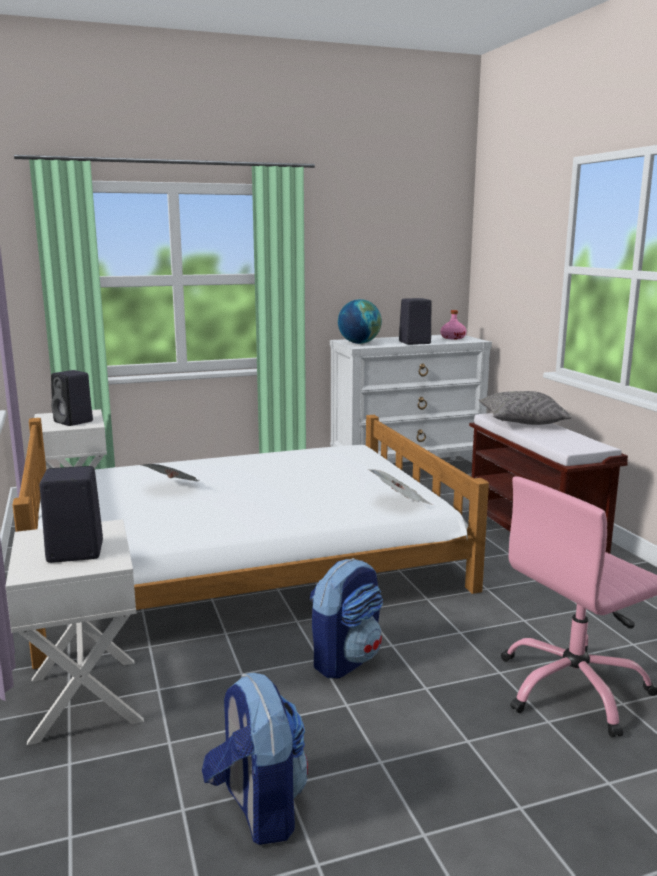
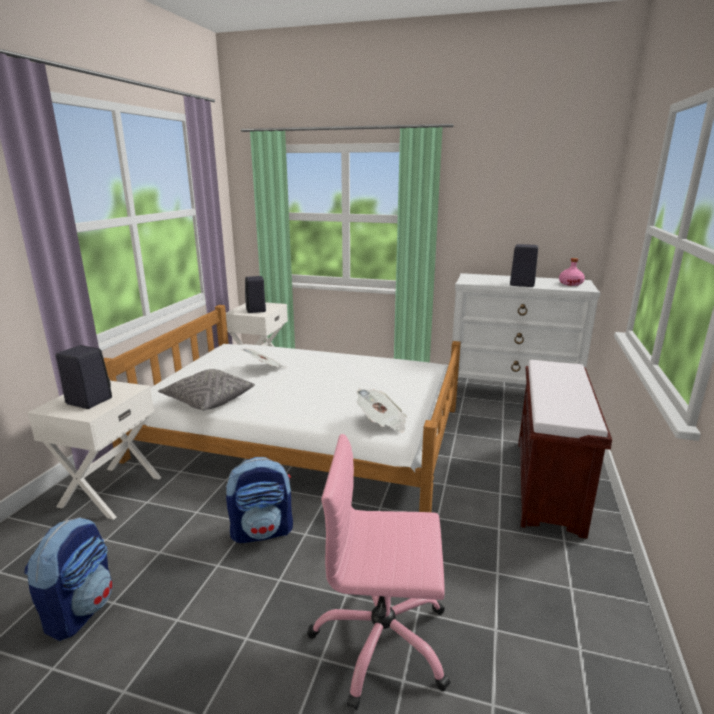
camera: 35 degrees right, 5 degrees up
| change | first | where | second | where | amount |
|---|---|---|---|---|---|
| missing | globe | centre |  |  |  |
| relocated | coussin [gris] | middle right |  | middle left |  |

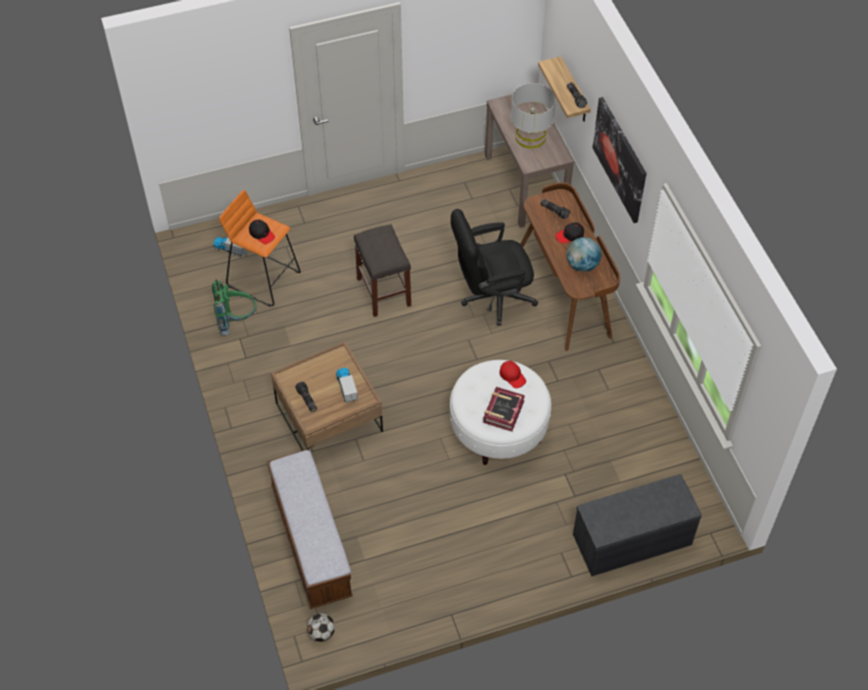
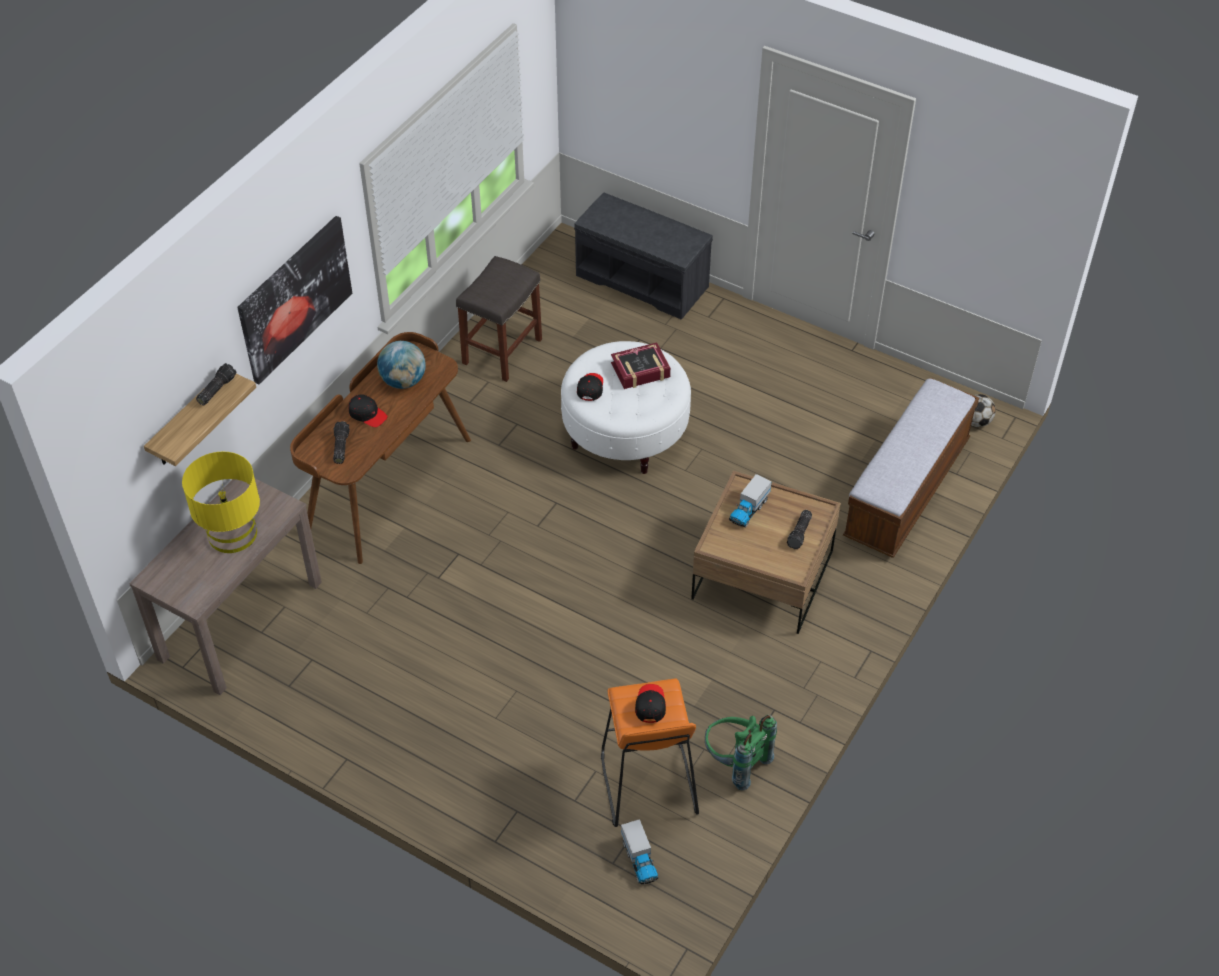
camera: 130 degrees left, 5 degrees down
| change | first | where | second | where | amount |
|---|---|---|---|---|---|
| colour | lampe de table [gris] | top centre | lampe de table [jaune] | middle left |  |
| missing | chaise de bureau [noir] | centre |  |  |  |
| relocated | tabouret [gris] | centre |  | top centre |  |
| colour | casquette [rouge] | centre | casquette [noir] (no. 2 from left) | centre |  |

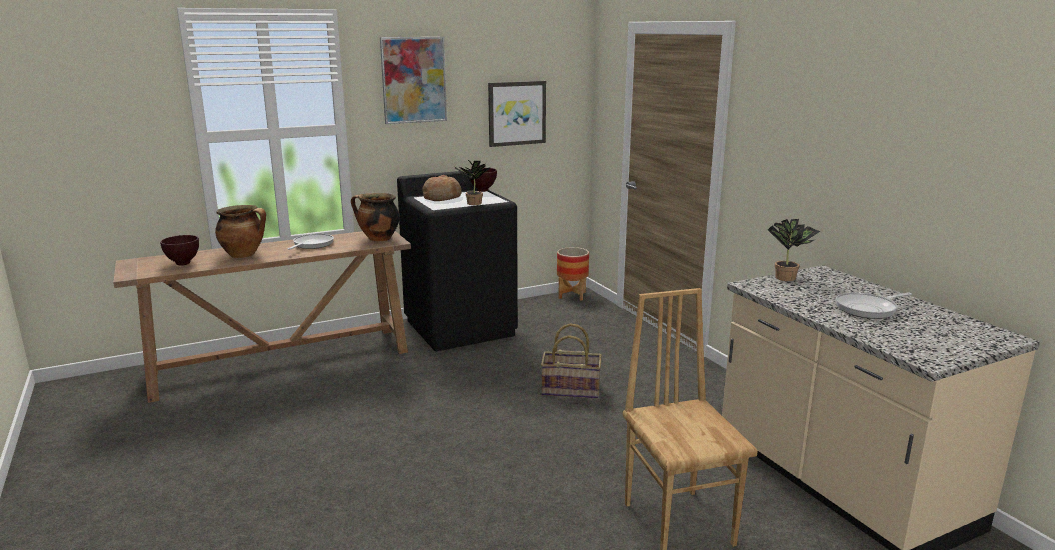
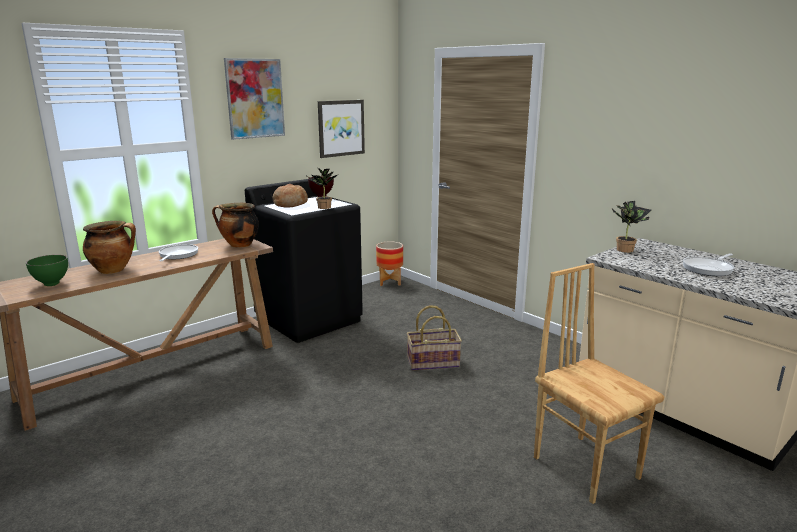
camera: 15 degrees left, 0 degrees up
| change | first | where | second | where | amount |
|---|---|---|---|---|---|
| colour | bol [marron] (no. 1 from left) | middle left | bol [vert] | middle left |  |

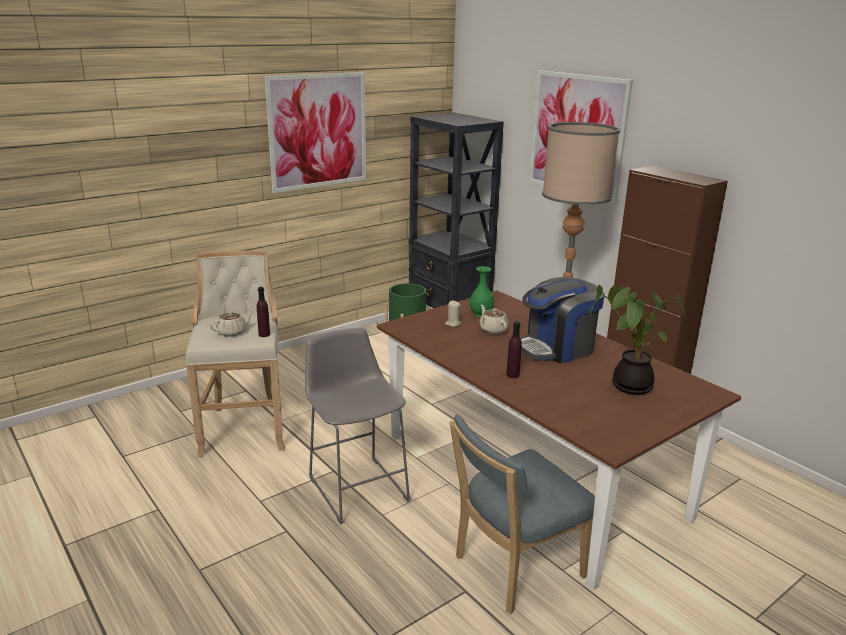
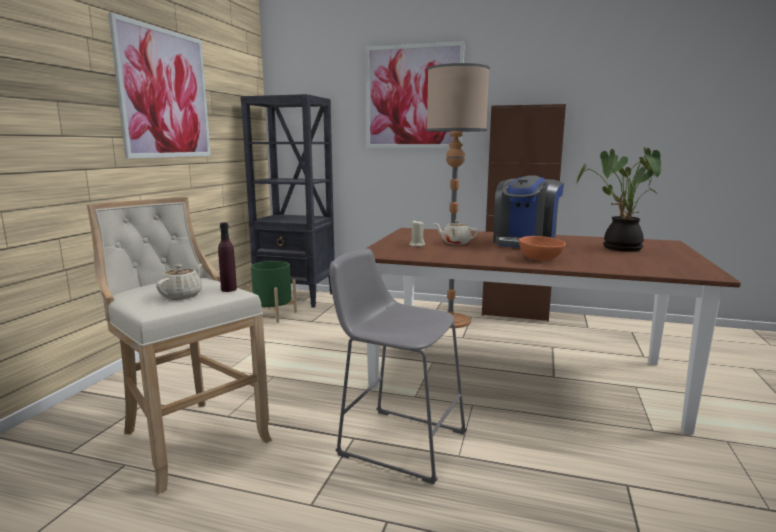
camera: 35 degrees left, 10 degrees down
| change | first | where | second | where | amount |
|---|---|---|---|---|---|
| missing | vase [vert] | centre |  |  |  |
| exchanged | bouteille [violet] (no. 2 from left) | centre | bol [orange] | middle right |  |
| missing | chaise [bleu] | bottom centre |  |  |  |

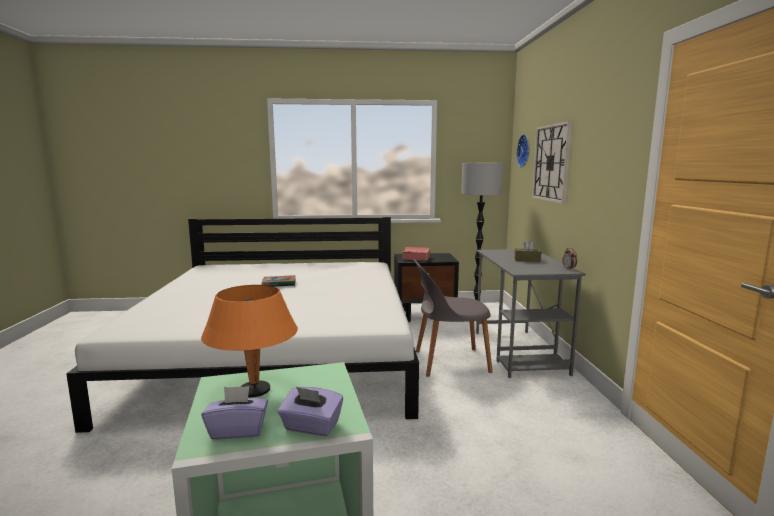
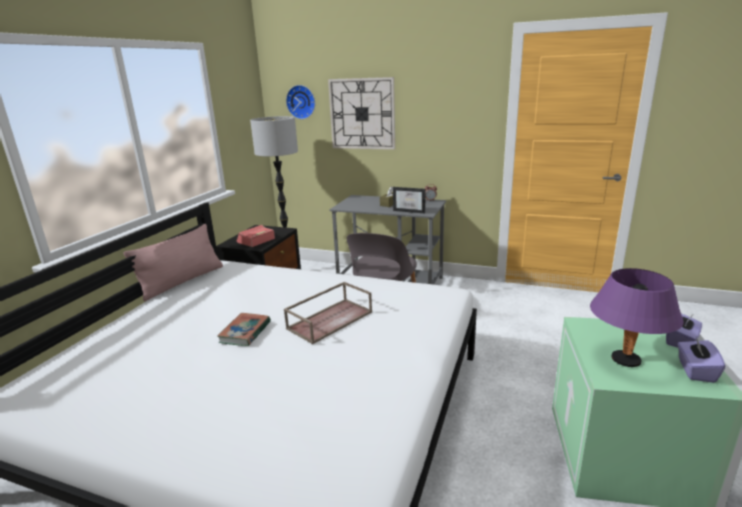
camera: 65 degrees left, 10 degrees up
| change | first | where | second | where | amount |
|---|---|---|---|---|---|
| colour | lampe de table [orange] | middle left | lampe de table [violet] | middle right |  |
| appeared |  |  | cadre photo | centre |  |
| appeared |  |  | coussin [rose] | middle left |  |
| appeared |  |  | plateau [marron] | centre |  |

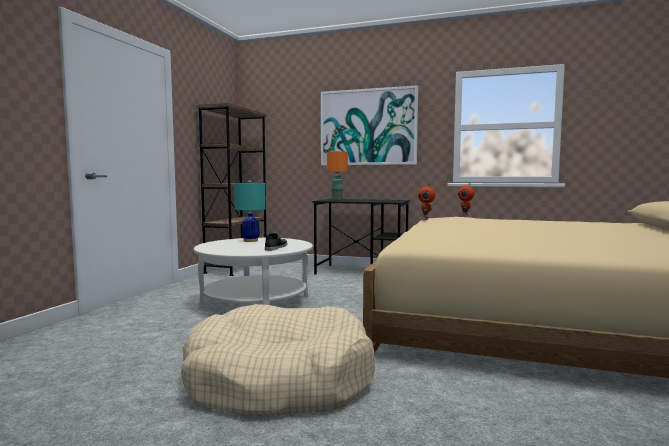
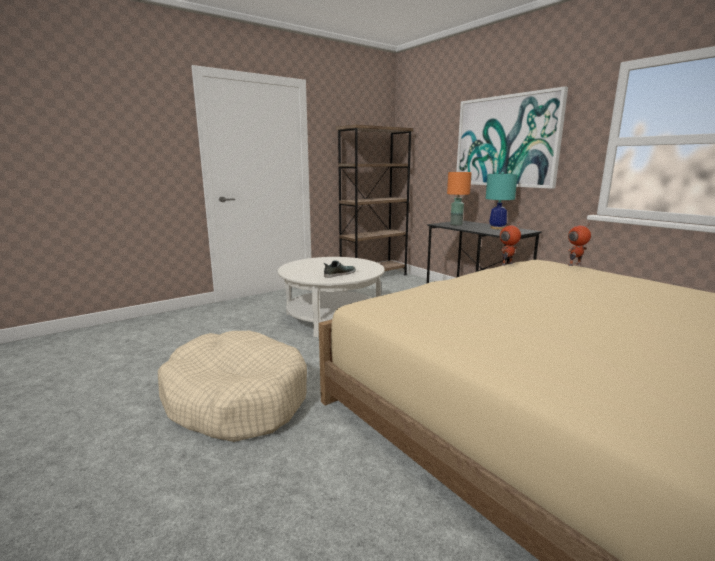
camera: 35 degrees right, 10 degrees up
| change | first | where | second | where | amount |
|---|---|---|---|---|---|
| relocated | lampe de table [turquoise] | centre |  | middle right |  |

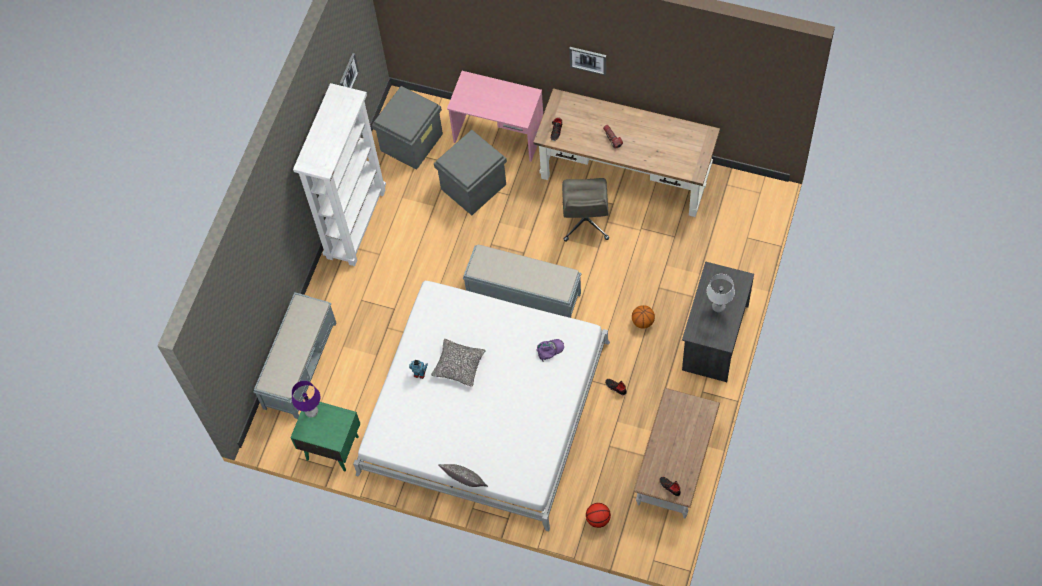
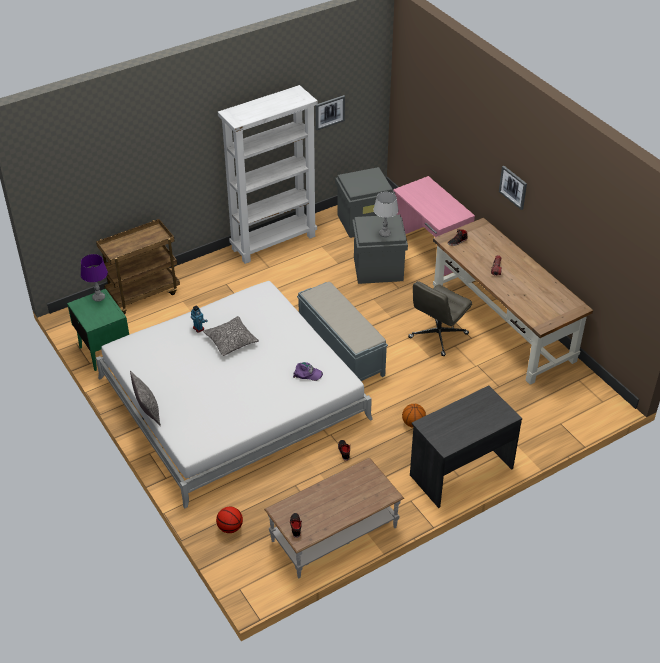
camera: 35 degrees right, 20 degrees down
| change | first | where | second | where | amount |
|---|---|---|---|---|---|
| relocated | lampe de table [gris] | middle right |  | top centre |  |
| exchanged | banc [gris] (no. 1 from left) | middle left | chariot [marron] | middle left |  |

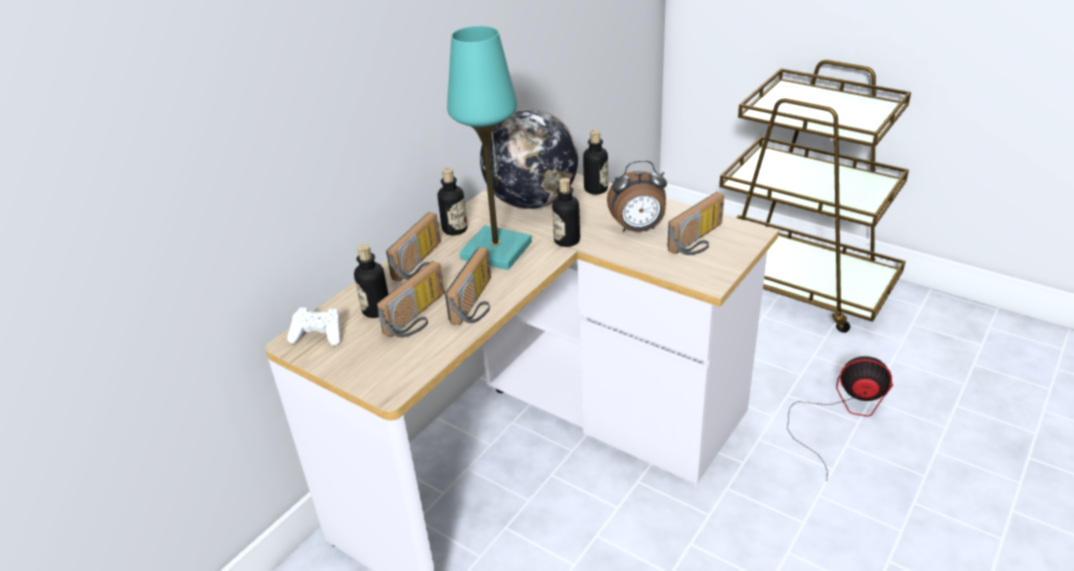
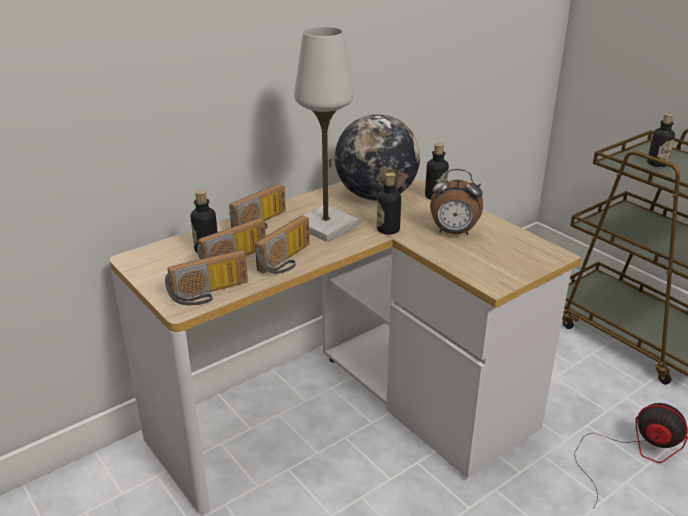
camera: 15 degrees right, 5 degrees down
| change | first | where | second | where | amount |
|---|---|---|---|---|---|
| colour | lampe de table [turquoise] | top centre | lampe de table [blanc] | top centre |  |
| relocated | bouteille (no. 2 from left in the first image) | centre | bouteille (no. 4 from left) | top right |  |
| relocated | radio (no. 4 from left in the first image) | centre | radio (no. 1 from left) | middle left |  |
| missing | manette [blanc] | middle left |  |  |  |

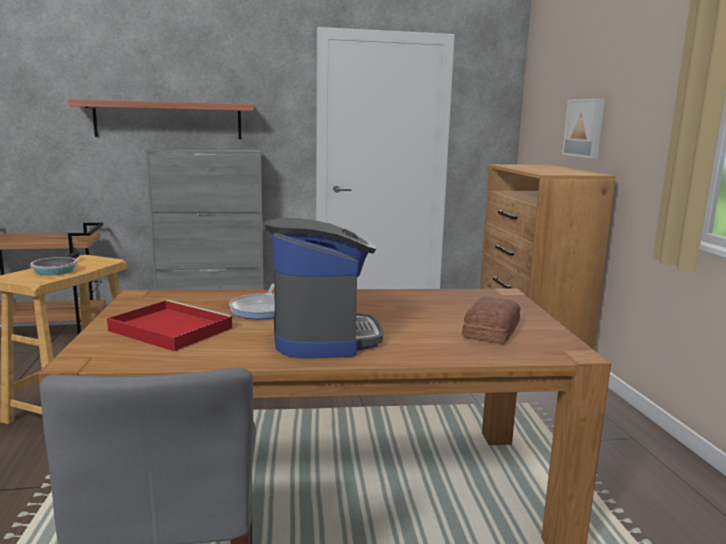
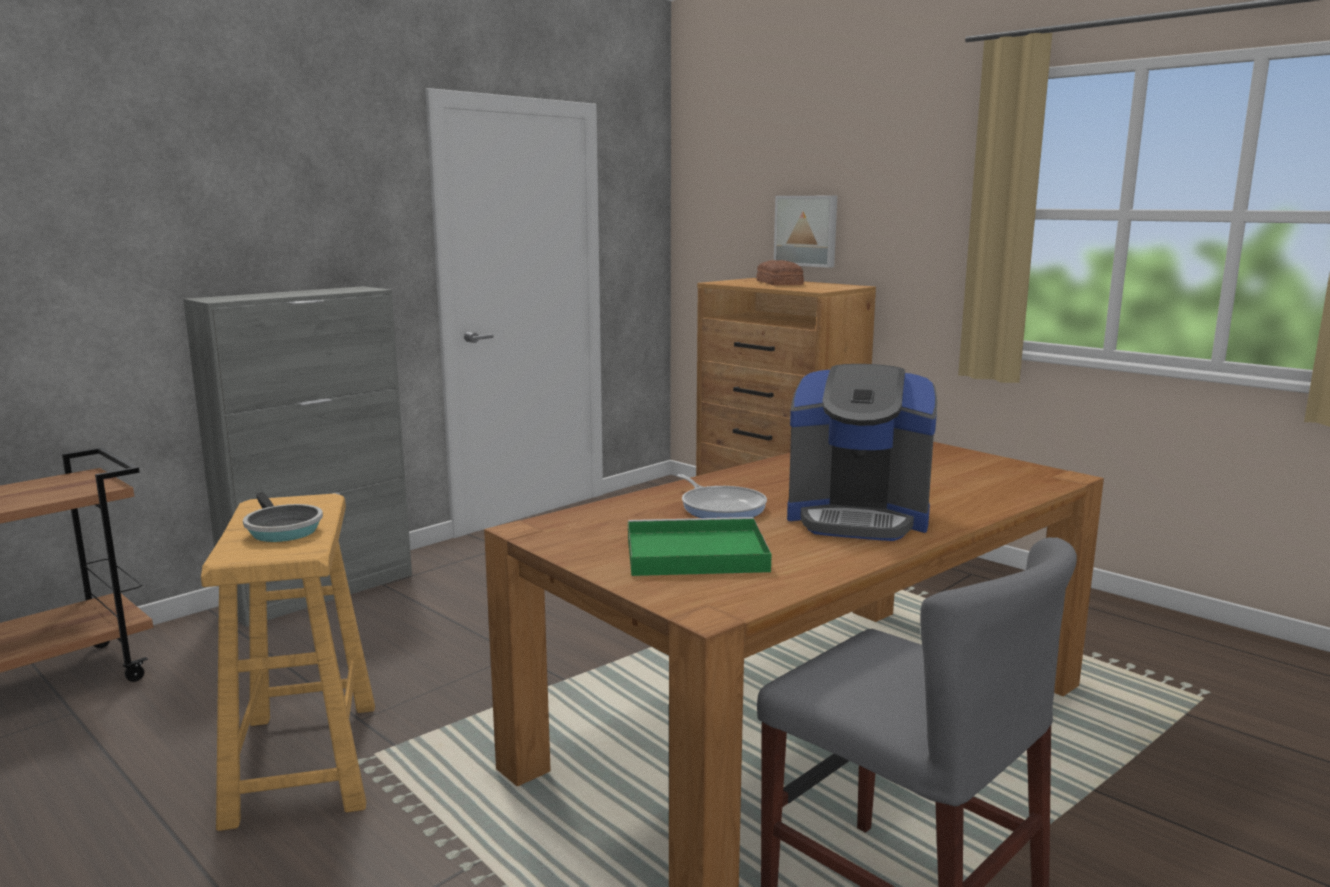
camera: 35 degrees left, 0 degrees up
| change | first | where | second | where | amount |
|---|---|---|---|---|---|
| missing | étagère | top left |  |  |  |
| spun | machine à café | centre |  | centre | 150 degrees clockwise |
| relocated | pain | middle right |  | top centre |  |
| colour | plateau [rouge] | middle left | plateau [vert] | centre |  |

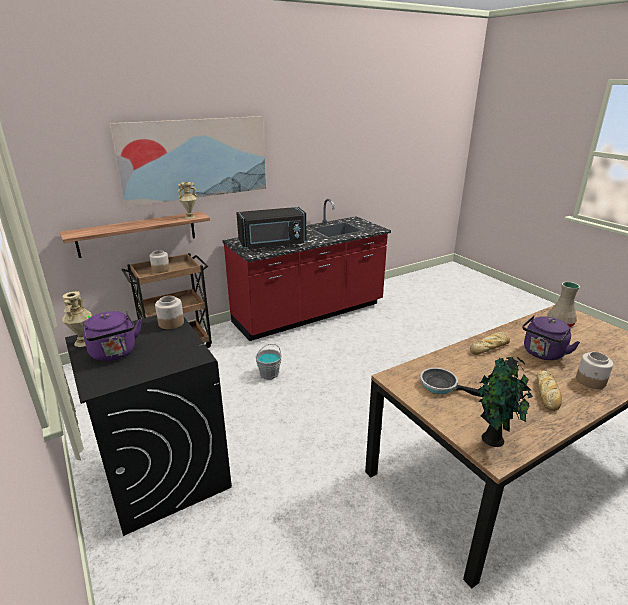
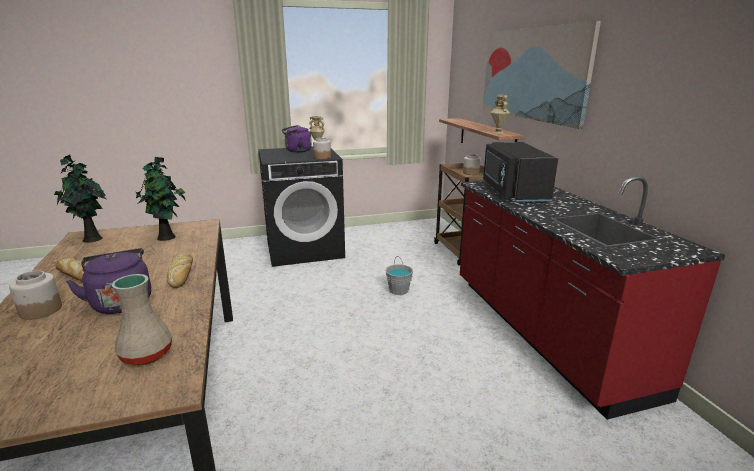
camera: 105 degrees right, 5 degrees down
| change | first | where | second | where | amount |
|---|---|---|---|---|---|
| exchanged | poêle | middle right | plante en pot (no. 2 from left) | middle left |  |

